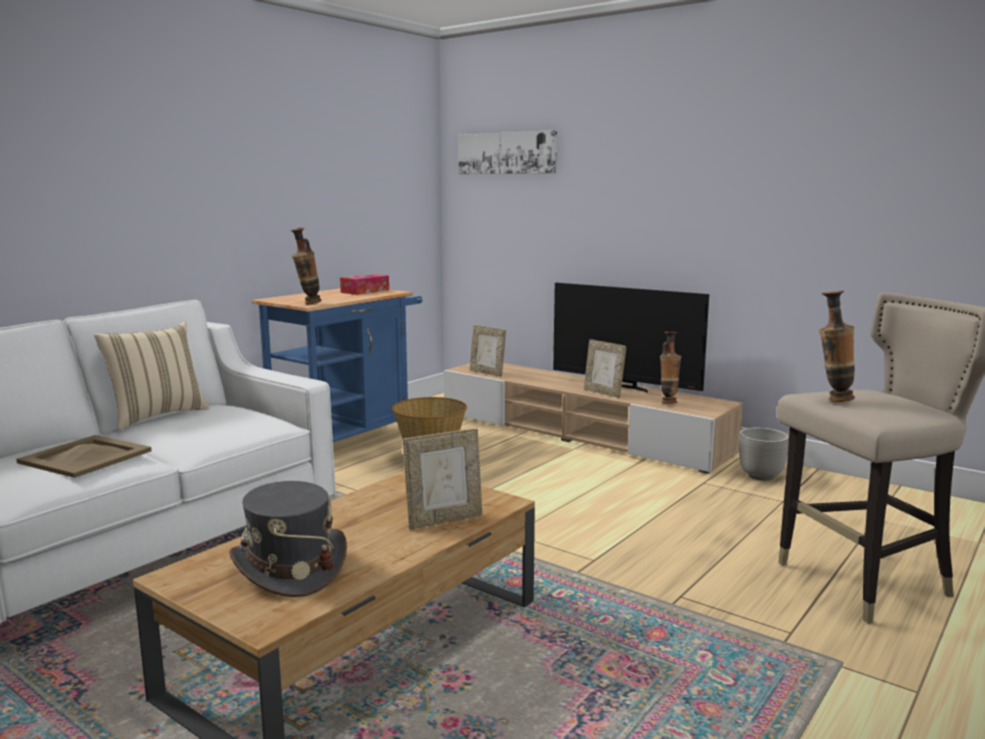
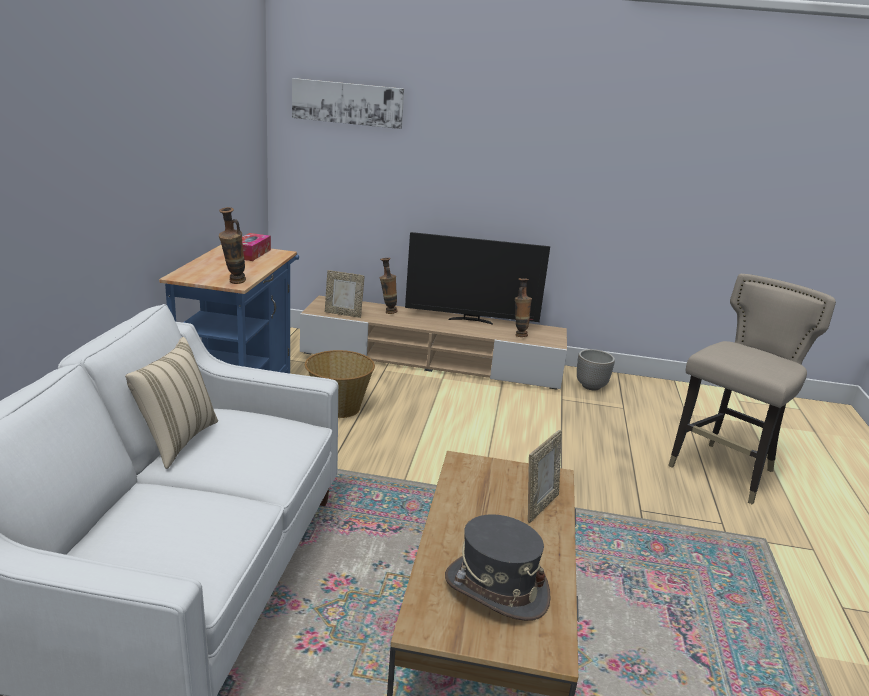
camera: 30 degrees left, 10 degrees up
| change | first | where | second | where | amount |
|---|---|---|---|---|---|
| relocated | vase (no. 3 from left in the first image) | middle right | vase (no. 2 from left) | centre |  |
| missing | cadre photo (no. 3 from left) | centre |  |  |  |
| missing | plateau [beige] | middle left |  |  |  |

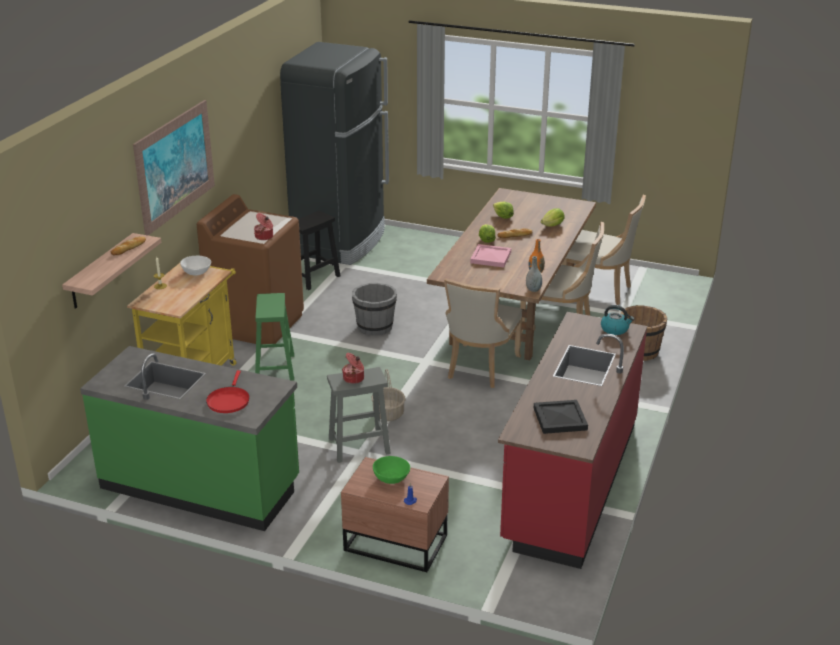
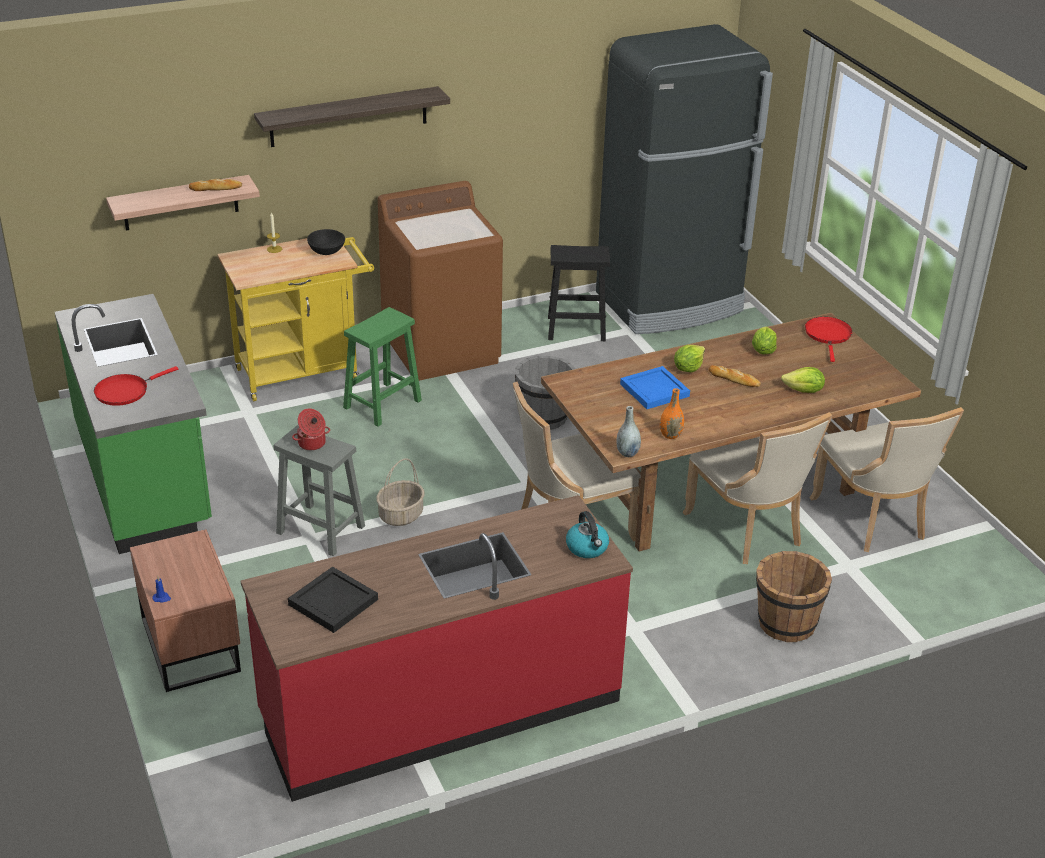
camera: 45 degrees right, 5 degrees up
| change | first | where | second | where | amount |
|---|---|---|---|---|---|
| exchanged | tableau | top left | étagère (no. 2 from left) | top centre |  |
| missing | marmite (no. 1 from left) | middle left |  |  |  |
| colour | plateau [rose] | centre | plateau [bleu] | centre |  |
| colour | bol [blanc] | middle left | bol [noir] | top left |  |
| missing | bol [vert] | bottom centre |  |  |  |
| appeared |  |  | poêle [rouge] (no. 2 from left) | middle right |  |

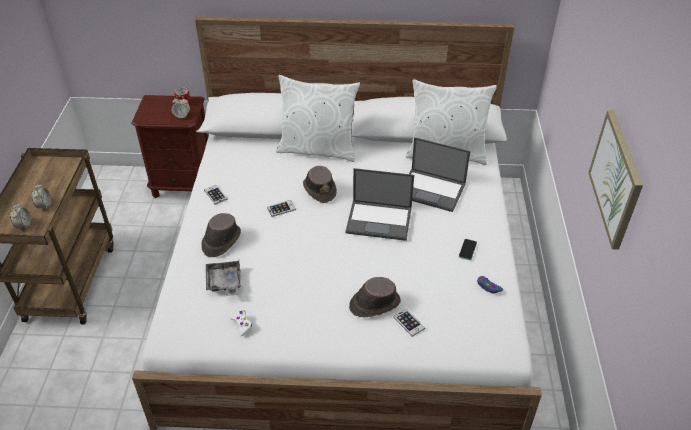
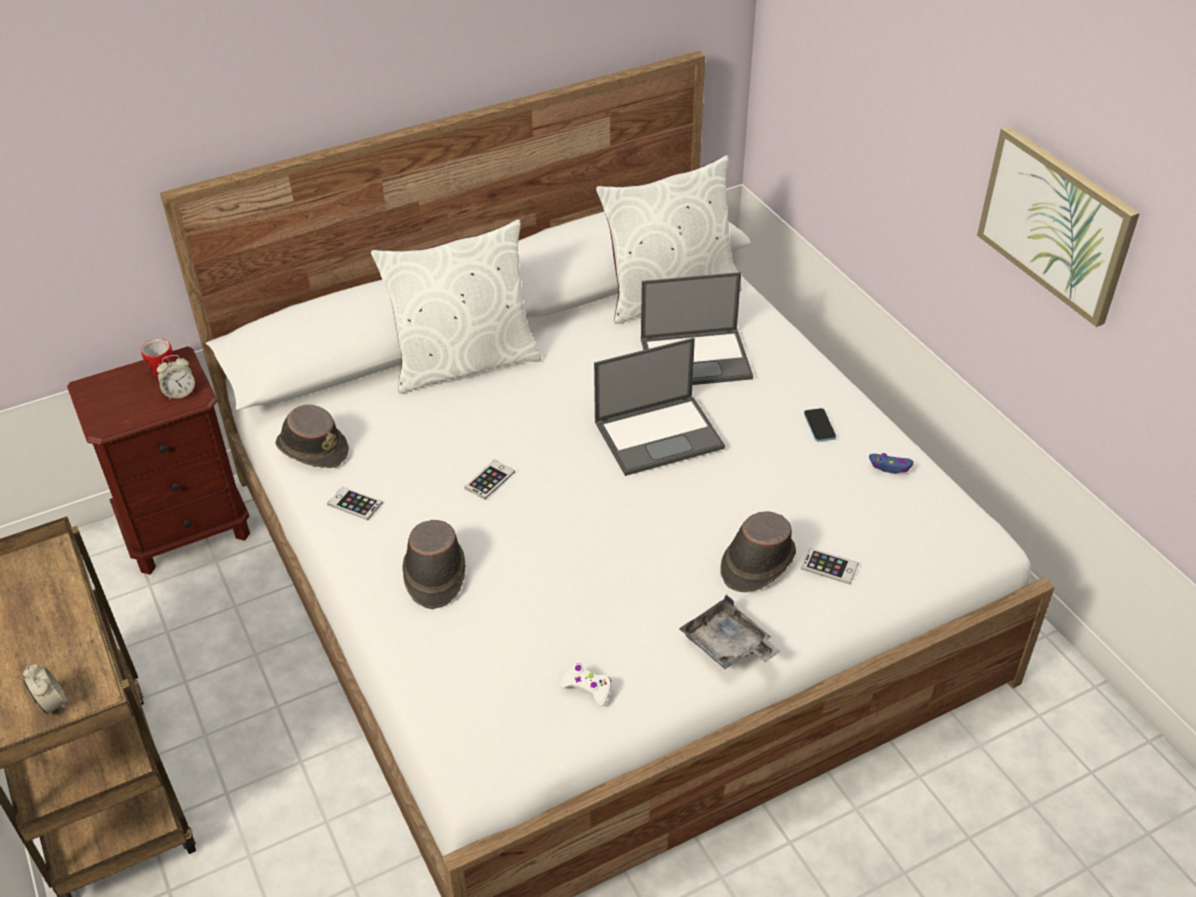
camera: 30 degrees left, 0 degrees up
| change | first | where | second | where | amount |
|---|---|---|---|---|---|
| relocated | chapeau [marron] (no. 2 from left in the first image) | centre | chapeau [marron] (no. 1 from left) | middle left |  |
| missing | réveil (no. 2 from left) | middle left |  |  |  |
| relocated | plateau [gris] | middle left |  | bottom centre |  |

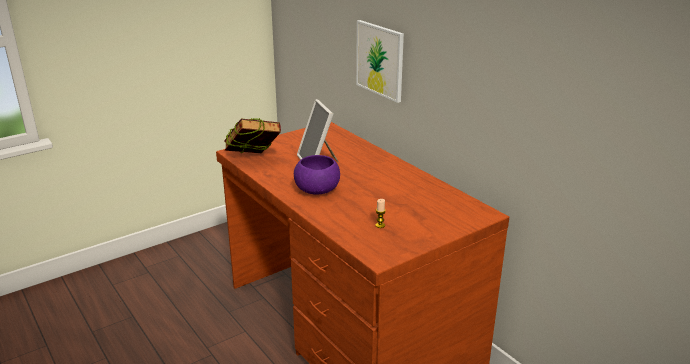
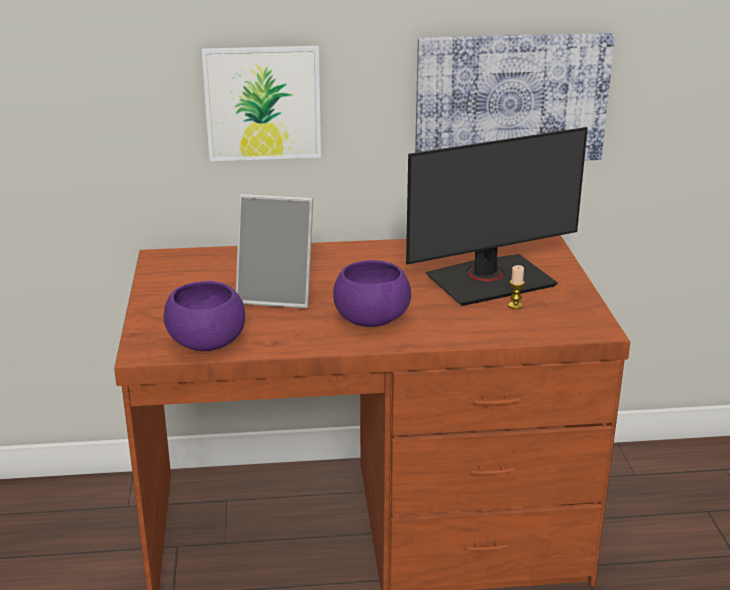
camera: 60 degrees left, 0 degrees up
| change | first | where | second | where | amount |
|---|---|---|---|---|---|
| exchanged | livre | centre | bol [violet] (no. 1 from left) | middle left |  |
| appeared |  |  | tableau (no. 2 from left) | top right |  |
| appeared |  |  | écran d'ordinateur | middle right |  |

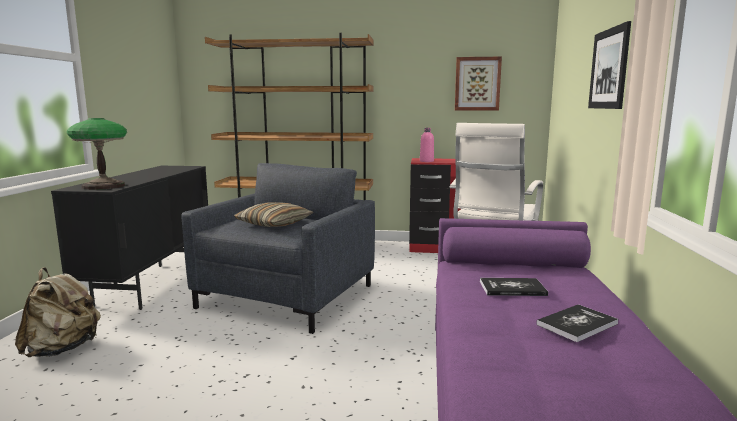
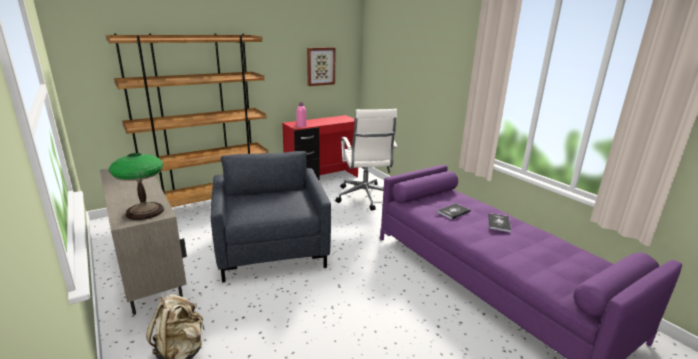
camera: 40 degrees left, 10 degrees up
| change | first | where | second | where | amount |
|---|---|---|---|---|---|
| missing | tableau (no. 2 from left) | top right |  |  |  |
| colour | meuble de rangement [noir] | middle left | meuble de rangement [beige] | bottom left |  |
| missing | coussin | centre |  |  |  |

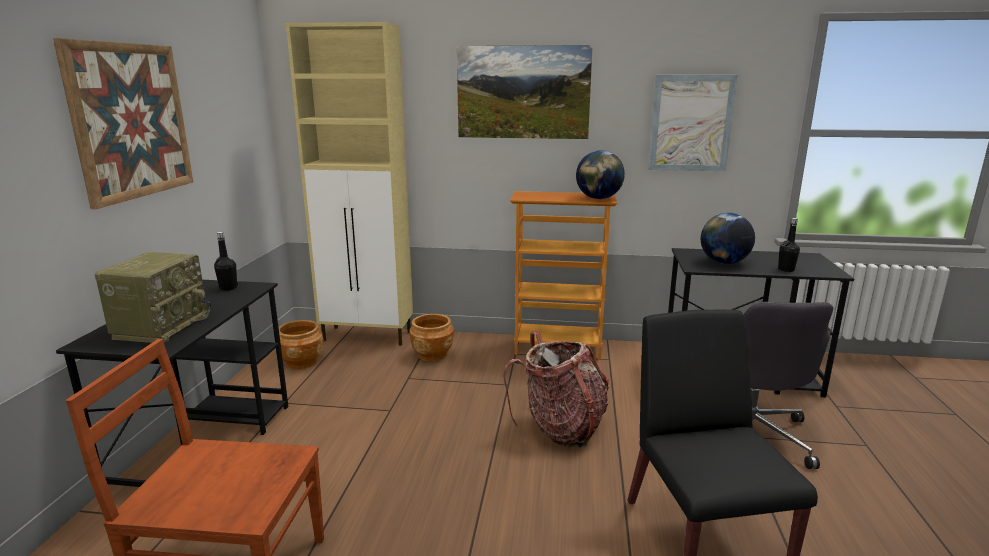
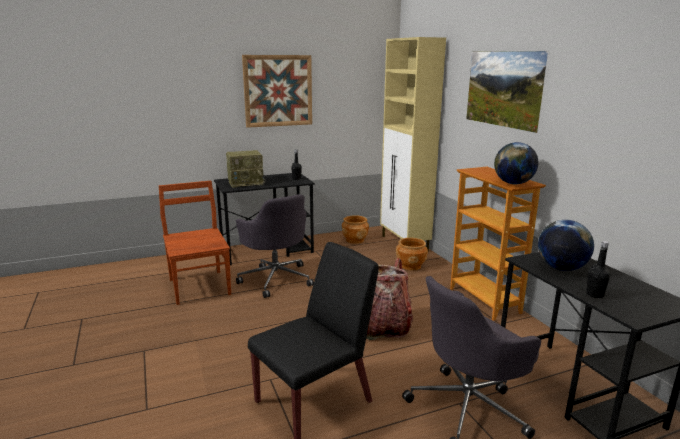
camera: 60 degrees right, 0 degrees up
| change | first | where | second | where | amount |
|---|---|---|---|---|---|
| missing | tableau (no. 3 from left) | top right |  |  |  |
| appeared |  |  | chaise de bureau [gris] (no. 1 from left) | centre |  |

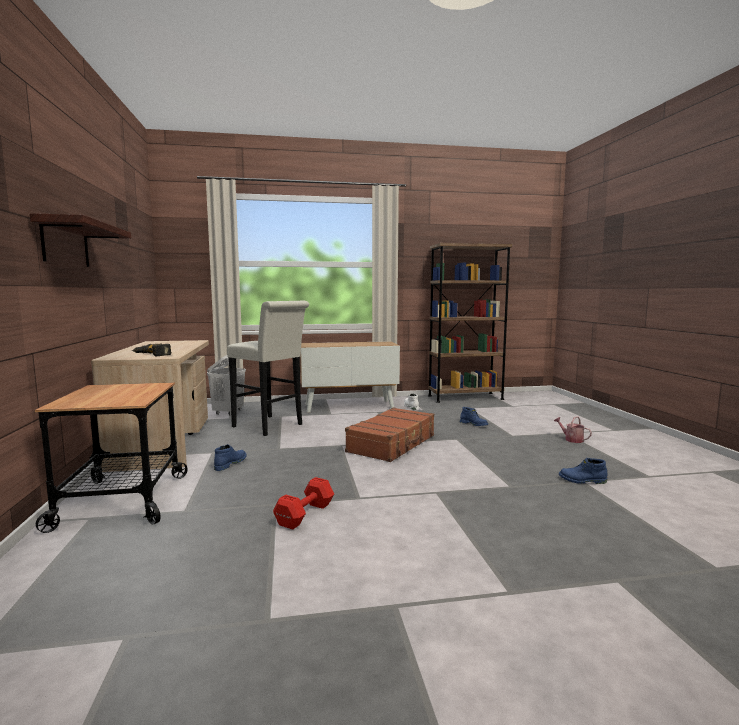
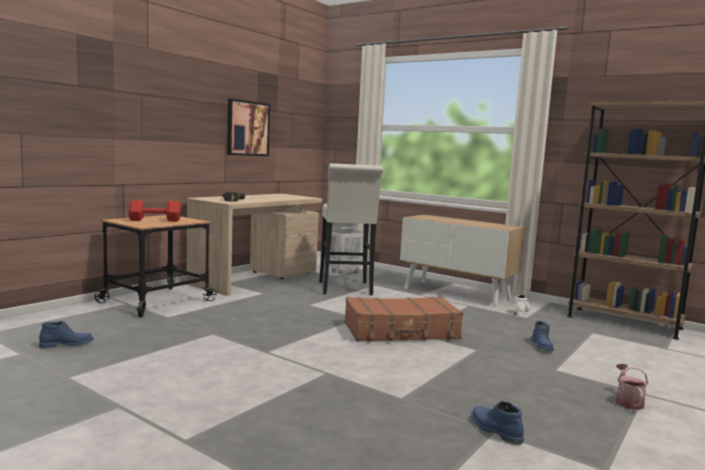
camera: 45 degrees right, 0 degrees up
| change | first | where | second | where | amount |
|---|---|---|---|---|---|
| missing | étagère | top left |  |  |  |
| relocated | botte [bleu] (no. 1 from left) | middle left |  | bottom left |  |
| relocated | haltère [rouge] | bottom centre |  | middle left |  |
| appeared |  |  | tableau | top centre |  |

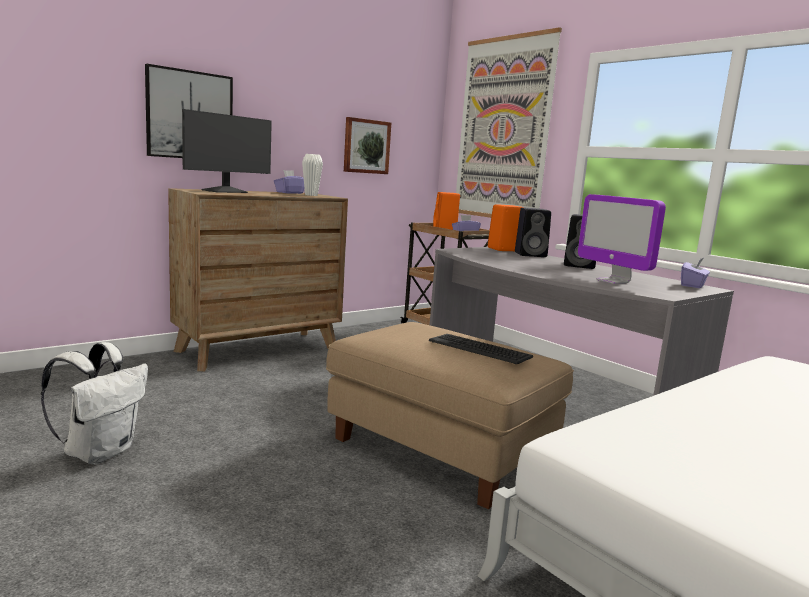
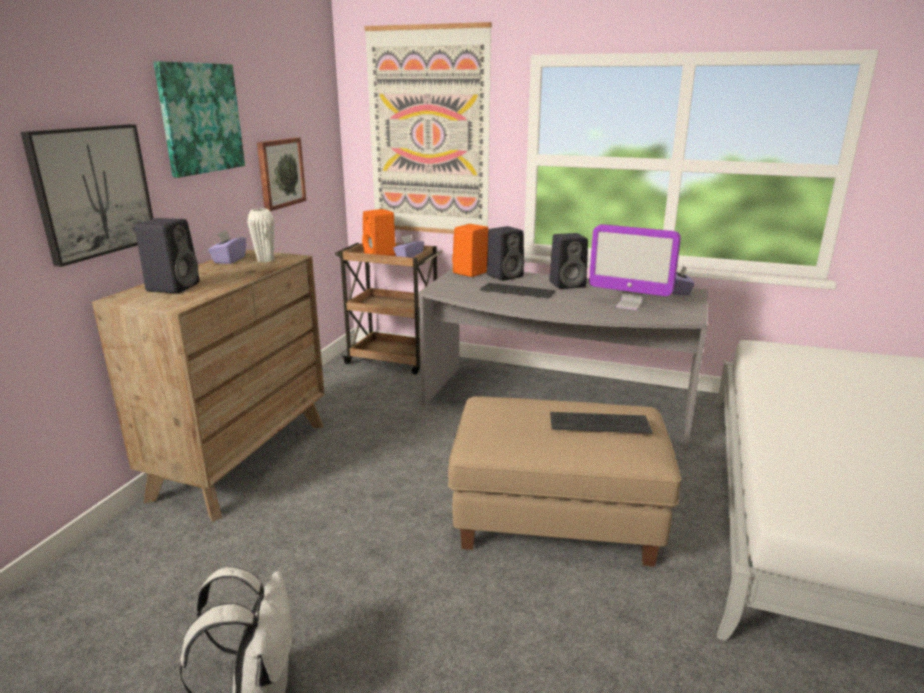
camera: 30 degrees left, 10 degrees up
| change | first | where | second | where | amount |
|---|---|---|---|---|---|
| exchanged | écran d'ordinateur (no. 1 from left) | top left | enceinte [noir] (no. 1 from left) | middle left |  |
| appeared |  |  | tableau (no. 2 from left) | top left |  |
| appeared |  |  | clavier (no. 1 from left) | centre |  |

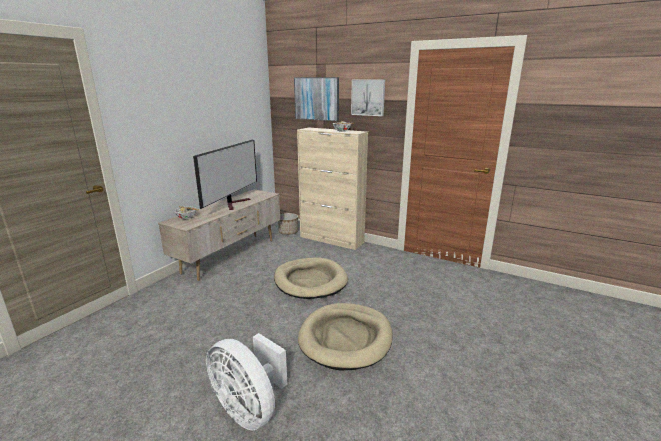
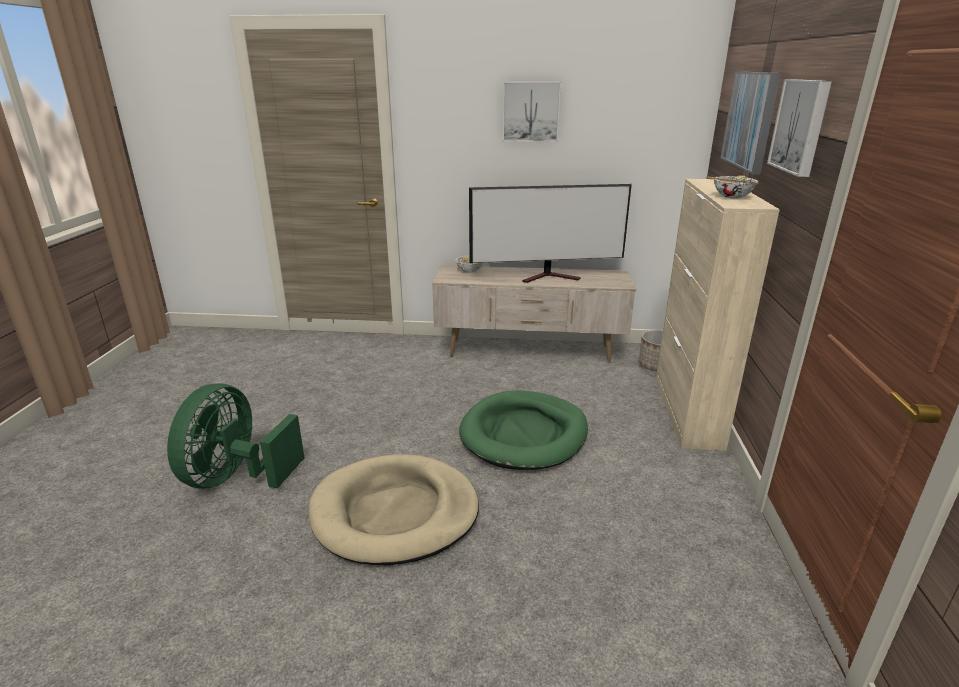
camera: 65 degrees right, 5 degrees up
| change | first | where | second | where | amount |
|---|---|---|---|---|---|
| colour | panier pour chien [beige] (no. 1 from left) | centre | panier pour chien [vert] | centre |  |
| colour | ventilateur [blanc] | bottom centre | ventilateur [vert] | middle left |  |
| appeared |  |  | tableau (no. 1 from left) | top centre |  |

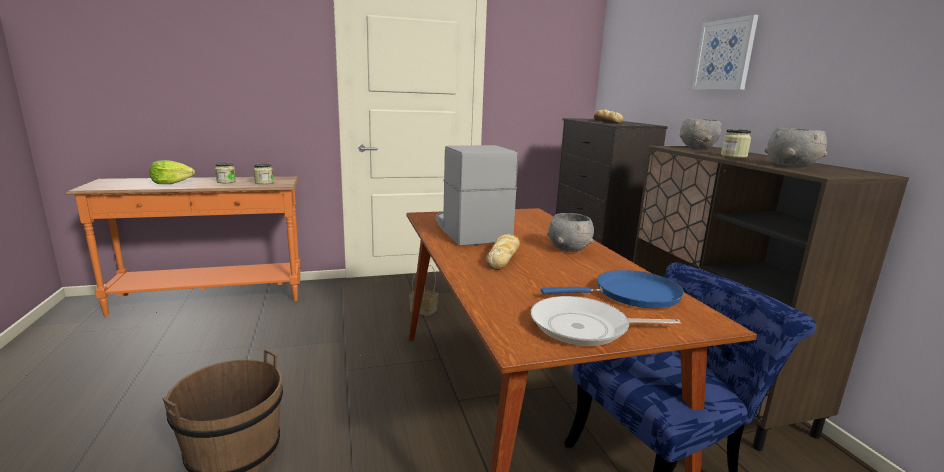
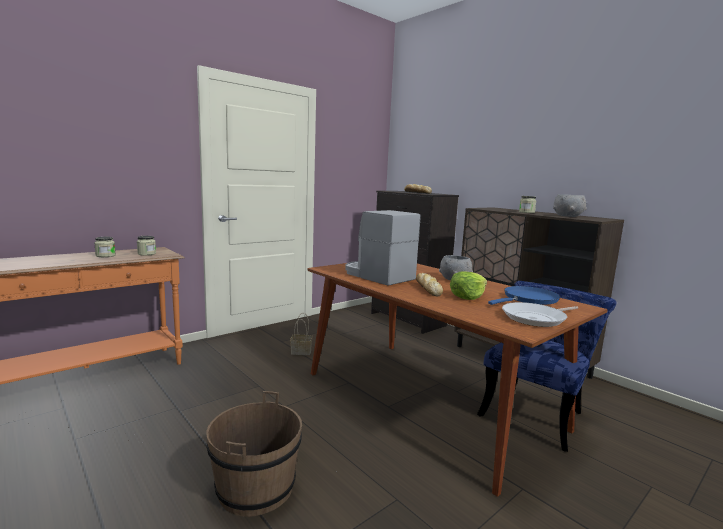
camera: 25 degrees left, 5 degrees down
| change | first | where | second | where | amount |
|---|---|---|---|---|---|
| missing | tableau | top right |  |  |  |
| missing | bol [gris] (no. 2 from left) | top right |  |  |  |
| relocated | laitue | middle left |  | centre |  |

